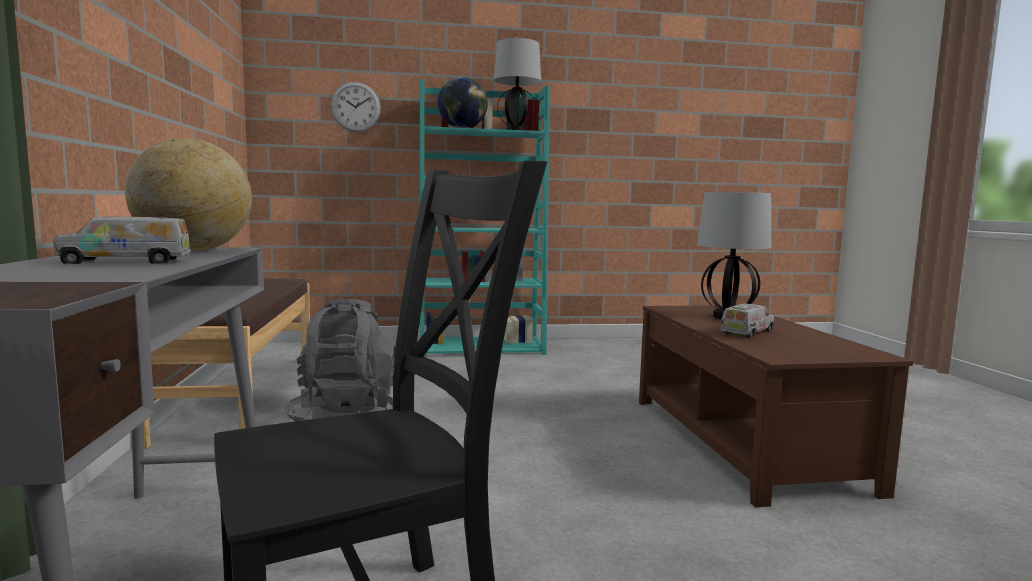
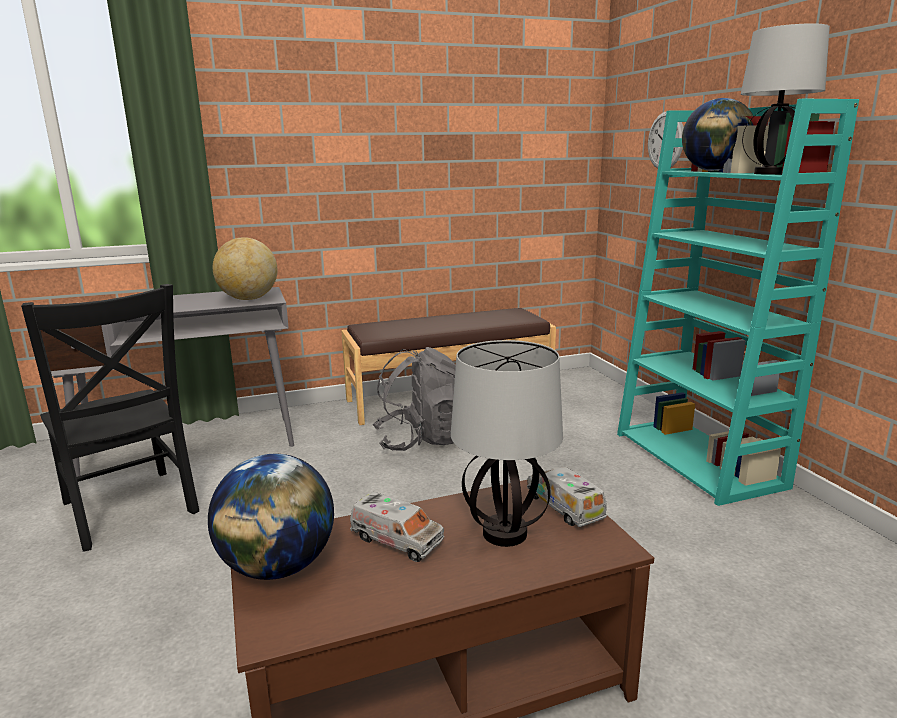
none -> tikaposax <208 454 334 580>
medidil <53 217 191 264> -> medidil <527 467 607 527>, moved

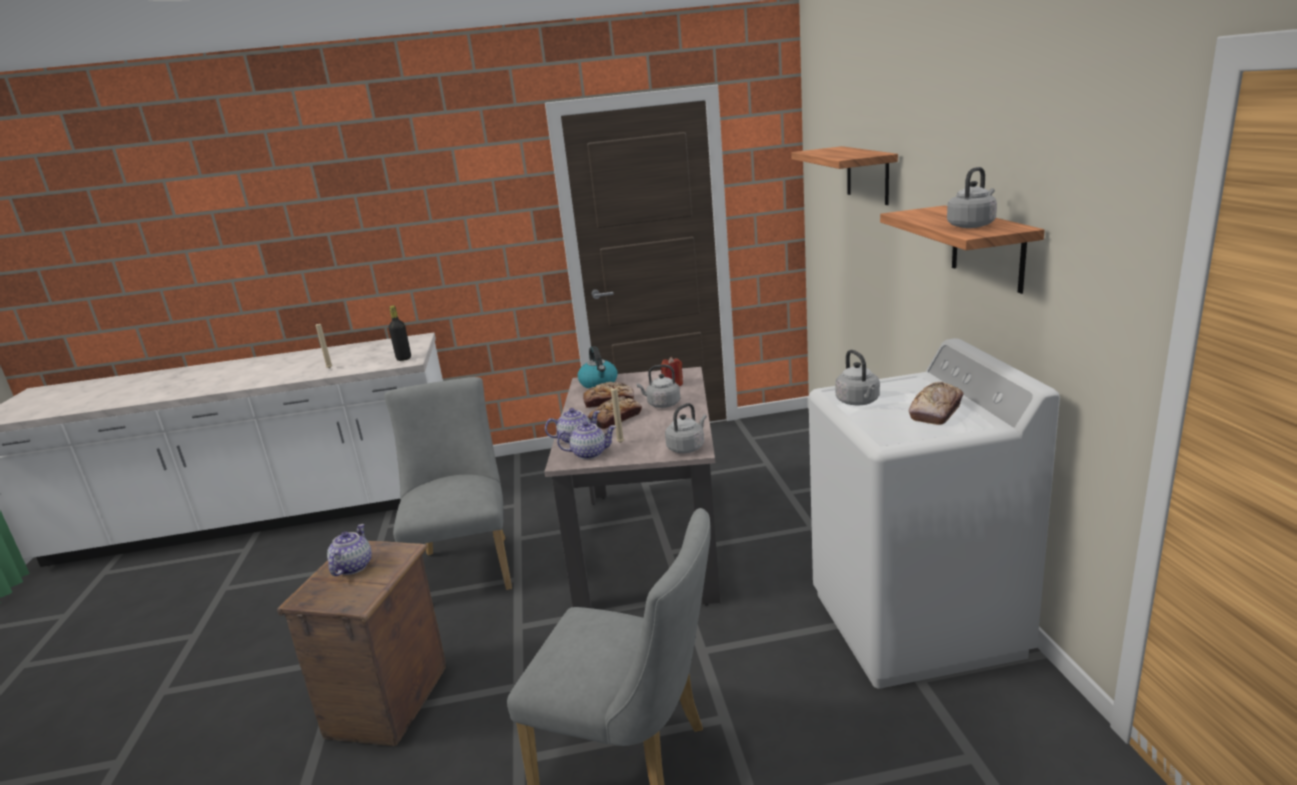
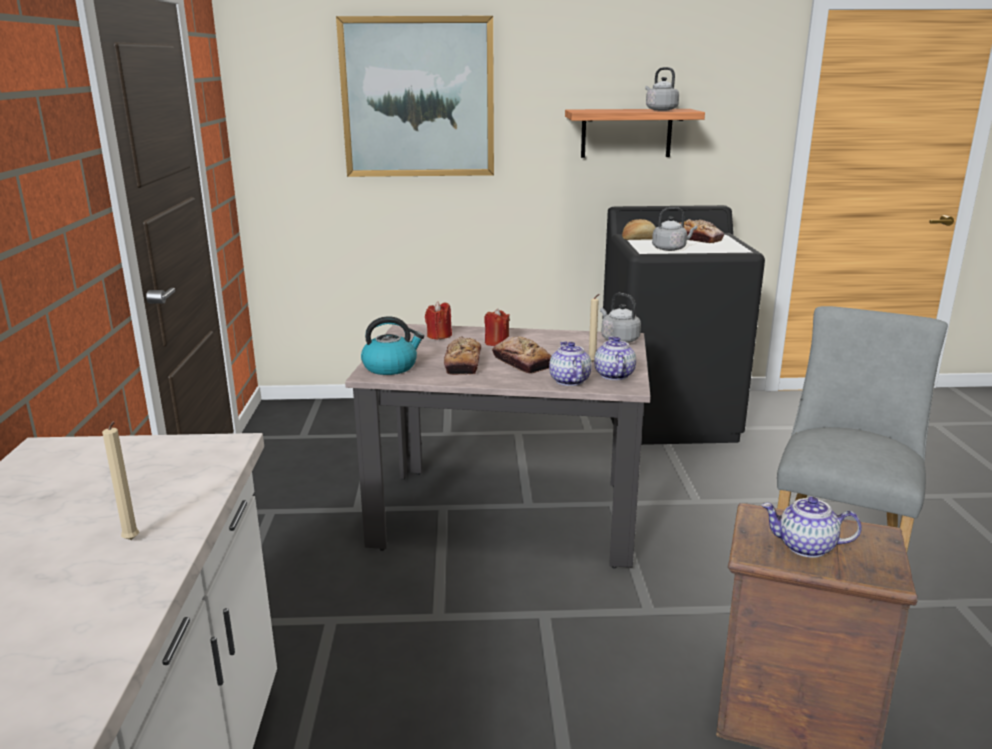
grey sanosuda <385 377 512 590> -> none
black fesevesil <389 305 411 361> -> none
none -> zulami <622 219 656 240>
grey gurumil <636 365 680 408> -> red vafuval <484 309 510 346>
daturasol <791 146 898 205> -> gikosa <336 16 494 177>
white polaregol <808 338 1060 688> -> black polaregol <602 205 765 445>

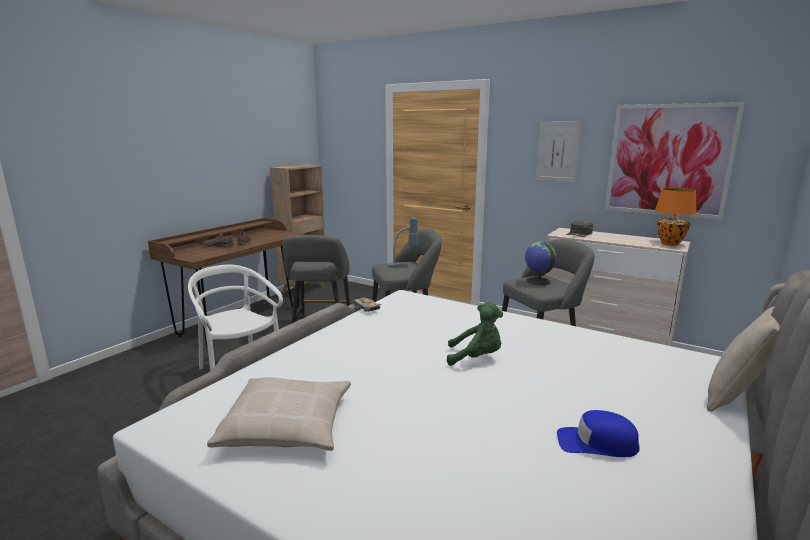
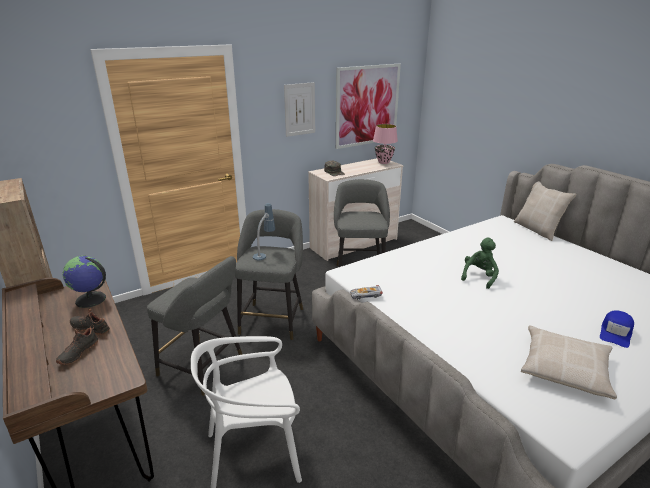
tikaposax <525 241 557 286> -> tikaposax <63 256 106 308>, moved
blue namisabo <557 410 640 457> -> blue namisabo <600 310 634 348>, moved
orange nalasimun <655 188 697 246> -> pink nalasimun <373 124 398 164>

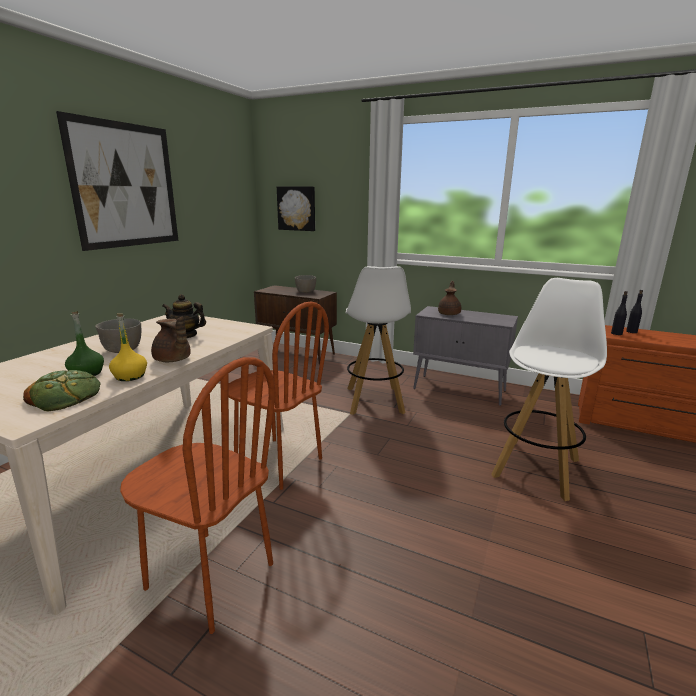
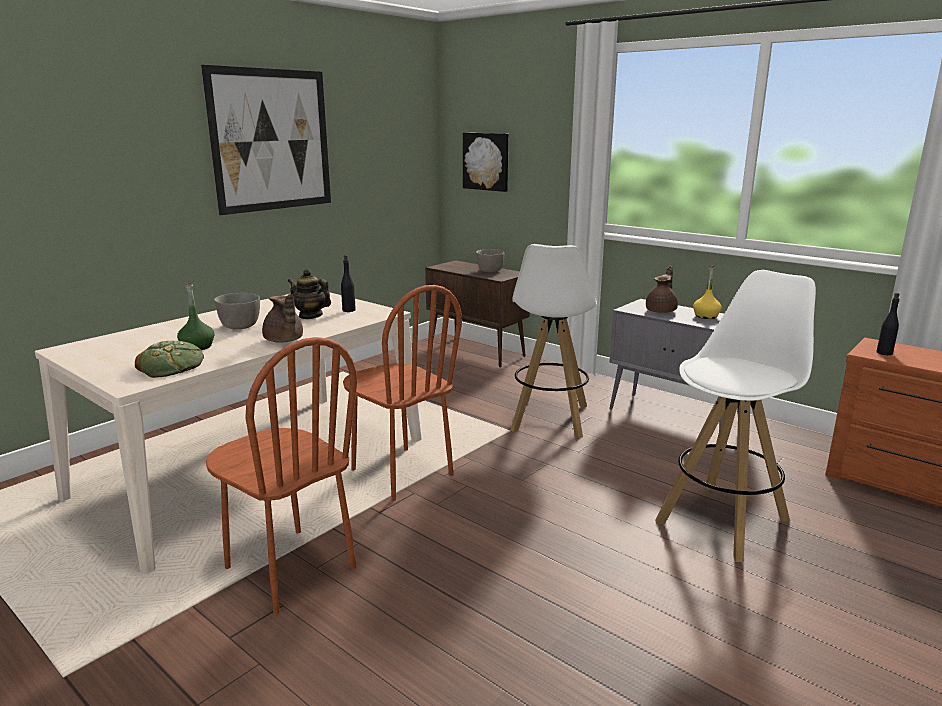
yellow fesevesil <109 313 147 381> -> yellow fesevesil <693 265 722 319>, moved
black fesevesil <626 290 643 333> -> black fesevesil <341 255 356 312>, moved

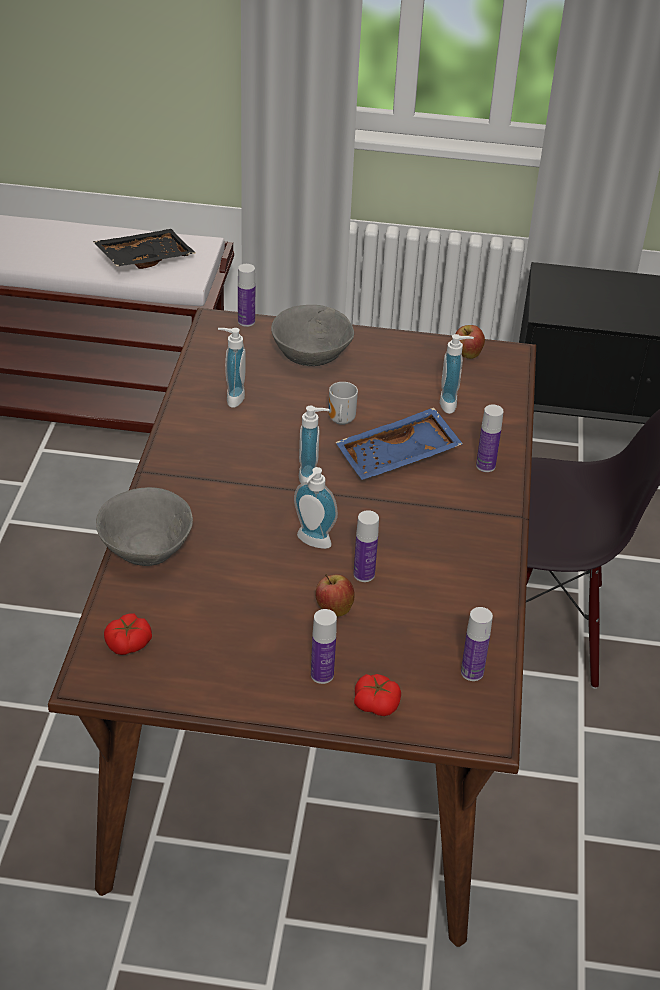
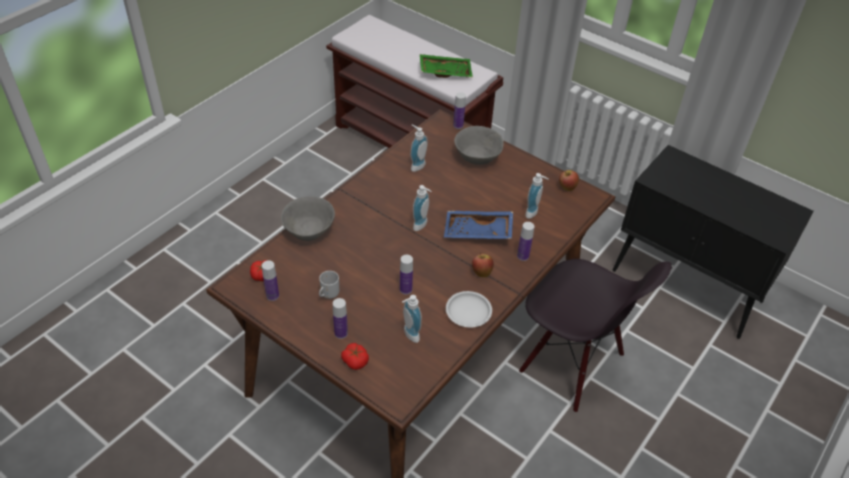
none -> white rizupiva <446 291 492 328>
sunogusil <294 467 338 549> -> sunogusil <402 295 422 343>, moved
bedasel <316 574 355 617> -> bedasel <472 252 494 277>, moved
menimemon <329 382 358 425> -> menimemon <319 271 339 299>, moved
fesevesil <461 607 493 681> -> fesevesil <262 260 279 301>, moved
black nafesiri <93 229 195 269> -> green nafesiri <420 54 473 78>

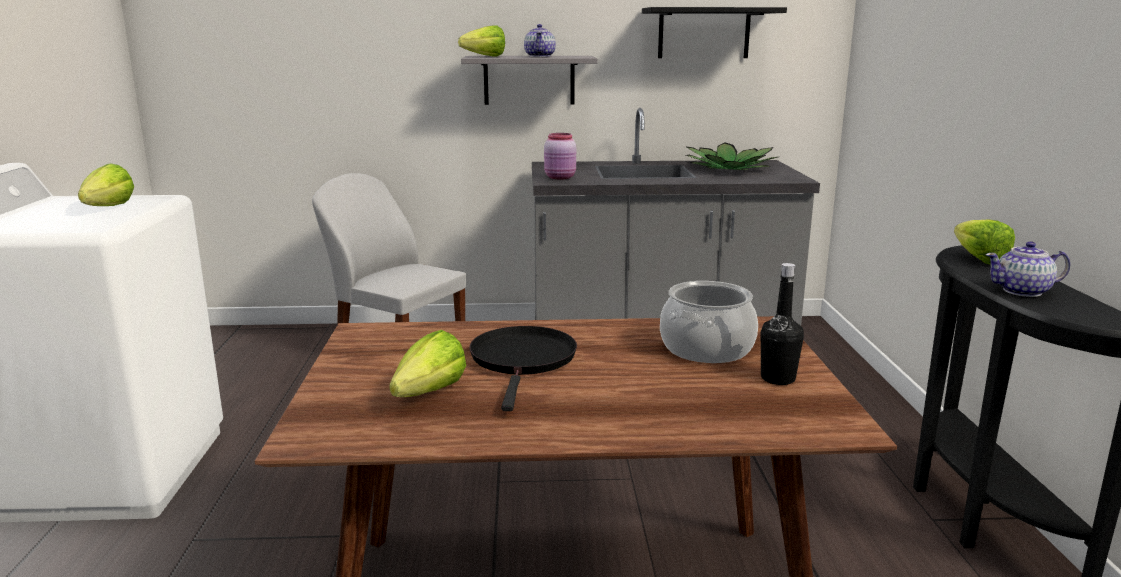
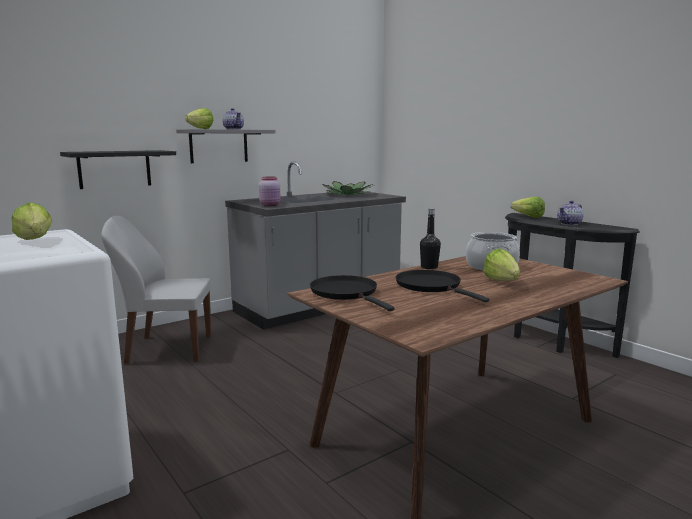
none -> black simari <310 275 395 311>
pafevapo <389 330 466 397> -> pafevapo <483 249 520 281>, moved
black daturasol <642 7 787 58> -> black daturasol <60 150 176 189>, moved
black fesevesil <761 263 804 385> -> black fesevesil <420 208 441 269>, moved

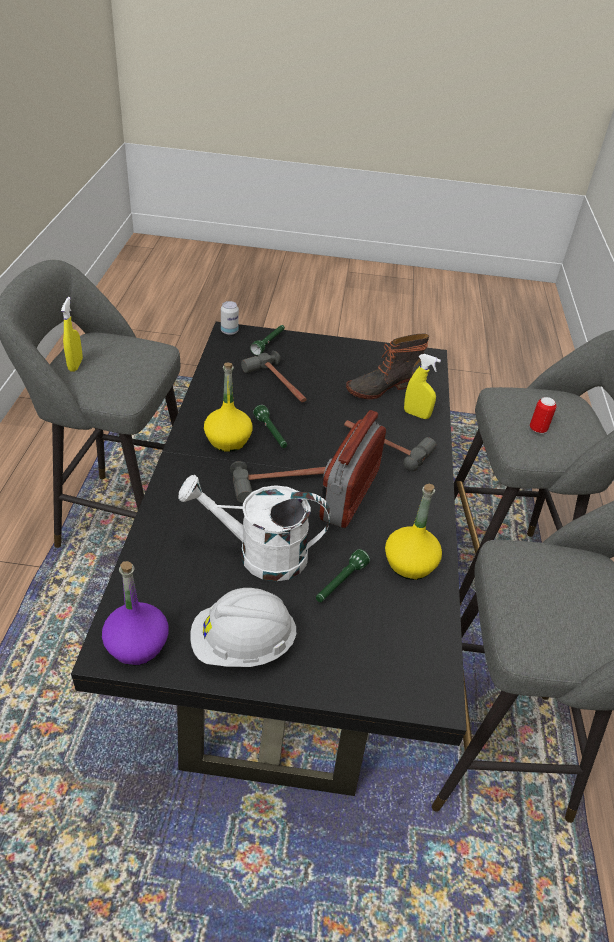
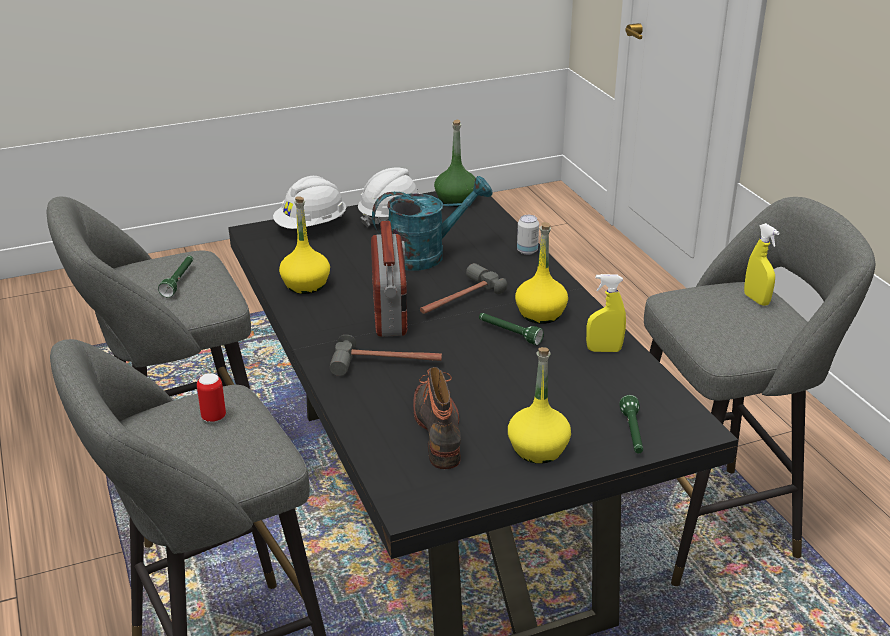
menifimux <241 351 307 403> -> none
none -> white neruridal <273 176 346 229>
none -> yellow fesevesil <508 347 571 464>
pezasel <221 301 239 335> -> pezasel <517 215 539 255>, moved
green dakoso <316 549 370 602> -> green dakoso <158 256 193 297>, moved
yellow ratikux <404 354 441 419> -> yellow ratikux <586 274 626 352>, moved
purple fesevesil <102 561 169 666> -> green fesevesil <434 120 476 207>
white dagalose <179 475 330 581> -> turquoise dagalose <372 176 493 270>
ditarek <346 333 430 399> -> ditarek <413 367 461 469>, 45 degrees counterclockwise

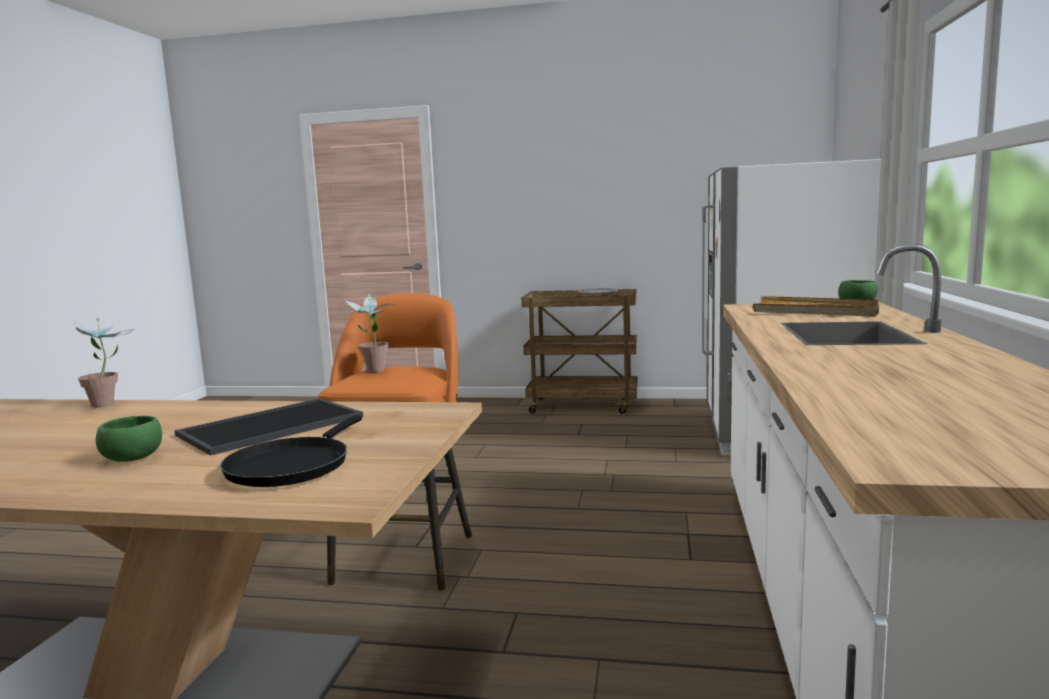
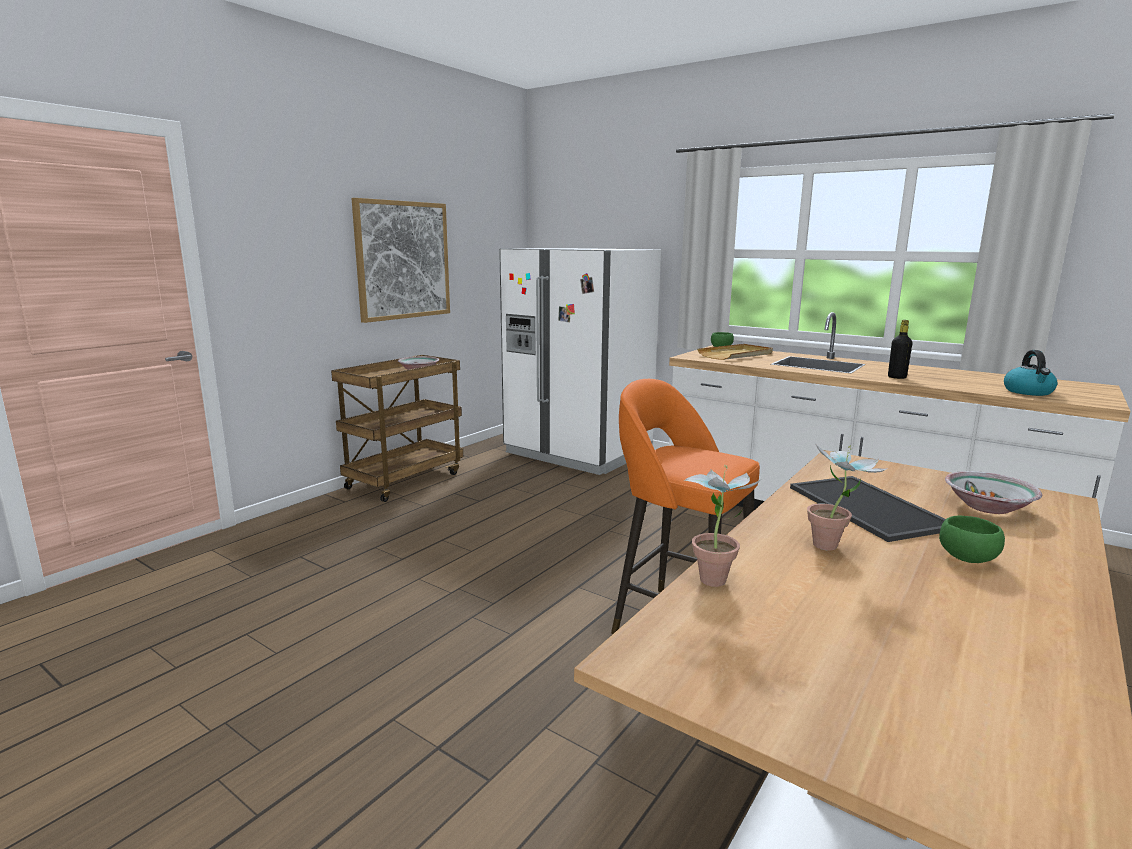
none -> gikosa <352 198 450 323>
none -> black fesevesil <888 320 912 379>
none -> gurumil <1004 350 1057 396>
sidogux <345 293 395 372> -> sidogux <807 445 888 550>, moved
black simari <220 415 362 487> -> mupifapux <945 471 1042 514>

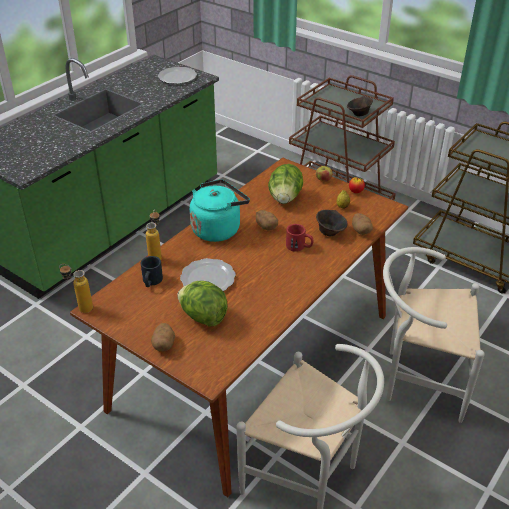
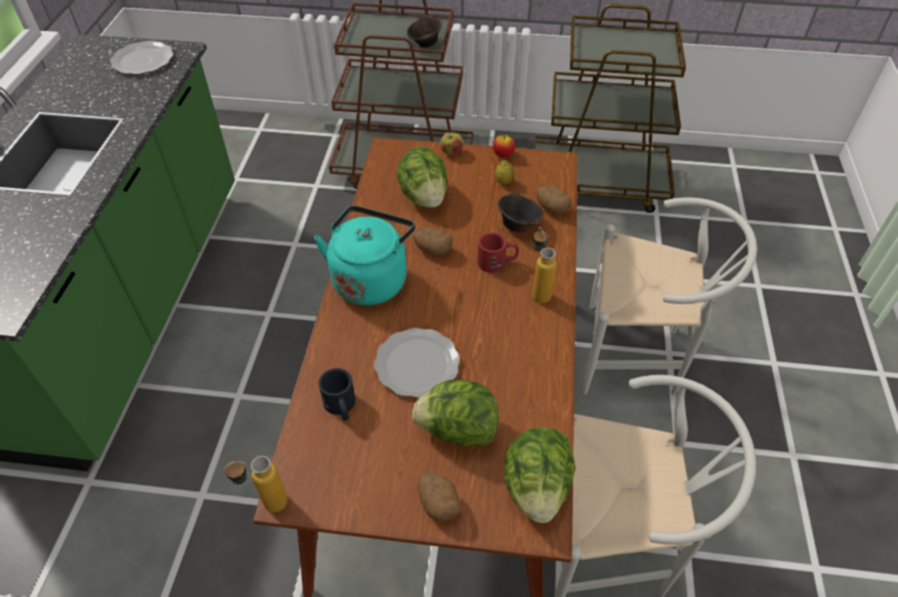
none -> pafevapo <504 427 576 523>
fesevesil <146 209 162 260> -> fesevesil <532 227 557 304>, moved
white sanosuda <383 247 485 423> -> white sanosuda <582 197 757 395>, 150 degrees counterclockwise

